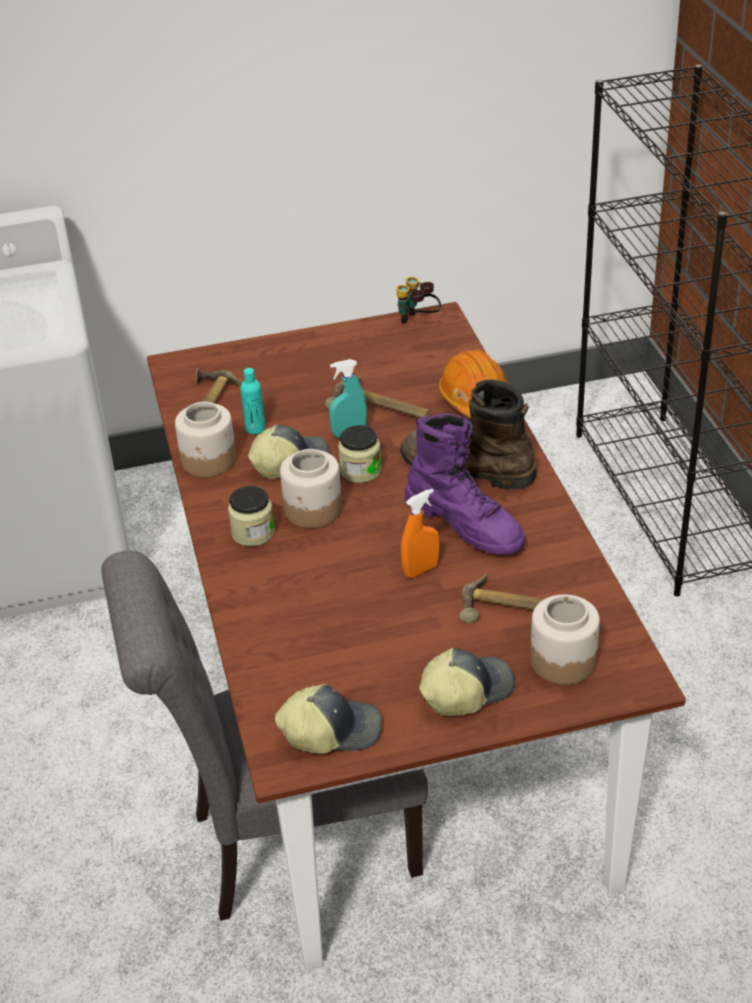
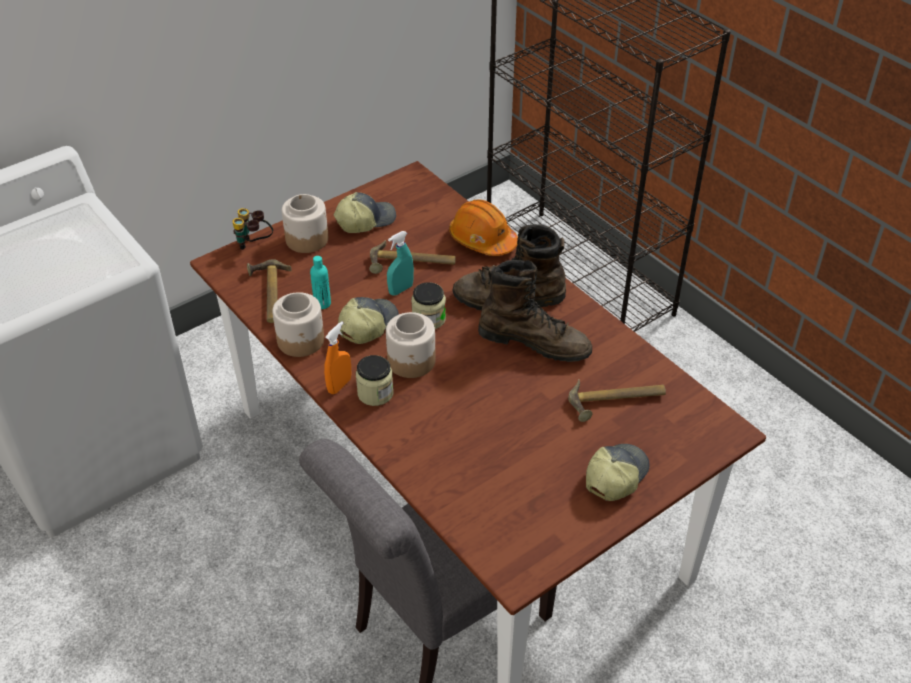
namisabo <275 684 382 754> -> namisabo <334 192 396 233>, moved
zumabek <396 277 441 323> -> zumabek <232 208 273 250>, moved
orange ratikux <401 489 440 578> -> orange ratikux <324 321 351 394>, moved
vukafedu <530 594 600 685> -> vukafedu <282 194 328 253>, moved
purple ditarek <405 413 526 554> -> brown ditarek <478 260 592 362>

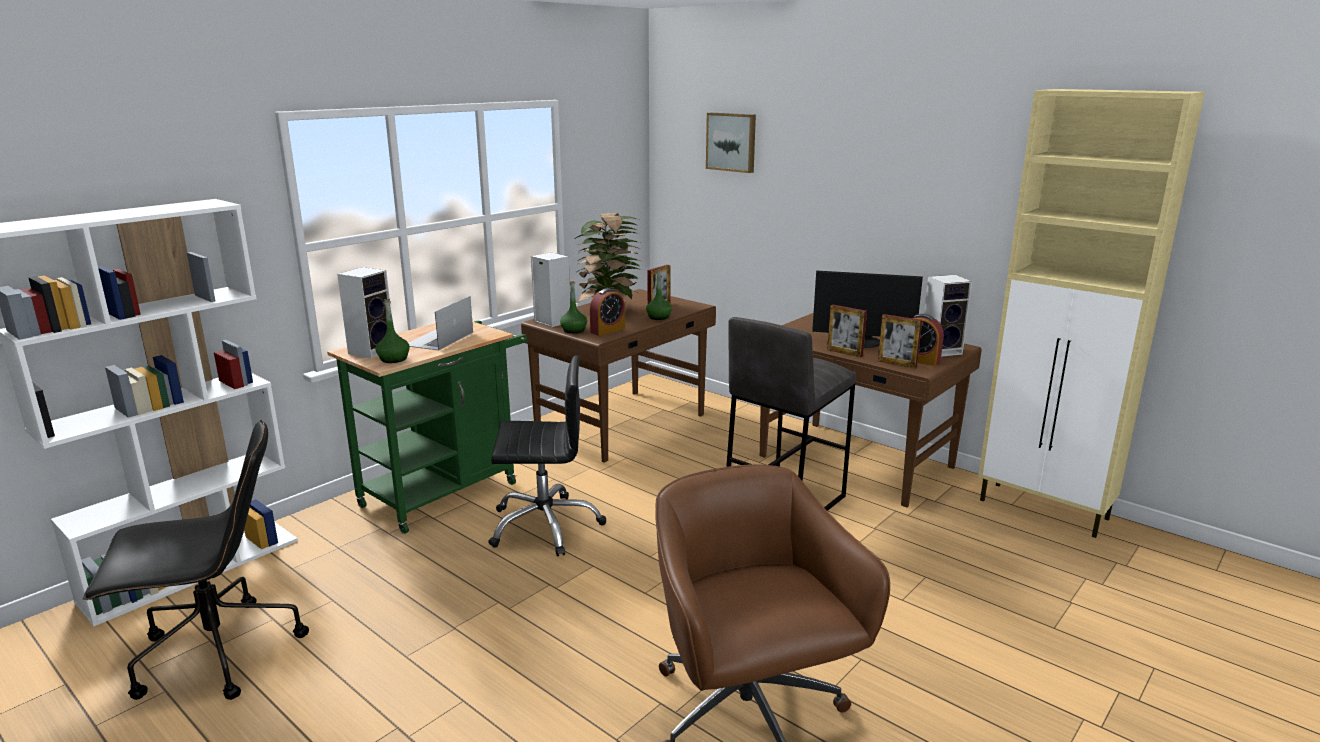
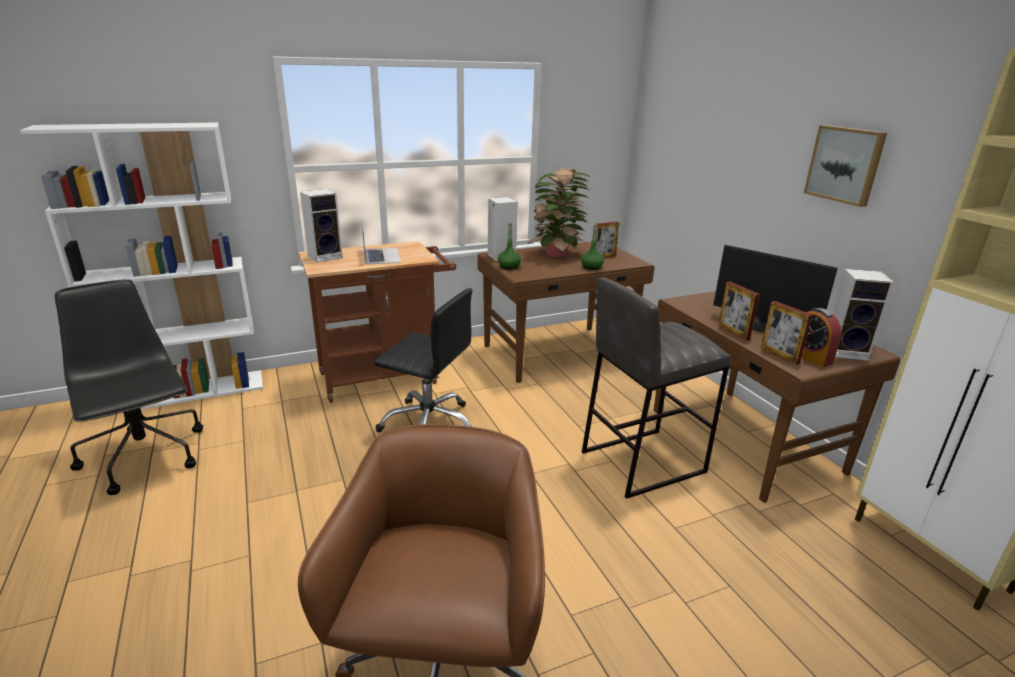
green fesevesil <375 299 410 363> -> none
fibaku <590 288 625 336> -> none
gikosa <706 113 756 173> -> gikosa <804 125 887 207>, moved
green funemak <327 320 527 534> -> brown funemak <299 241 456 403>
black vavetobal <83 420 309 700> -> black vavetobal <55 279 203 495>, 135 degrees counterclockwise
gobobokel <409 296 473 351> -> gobobokel <361 219 401 265>, 120 degrees clockwise

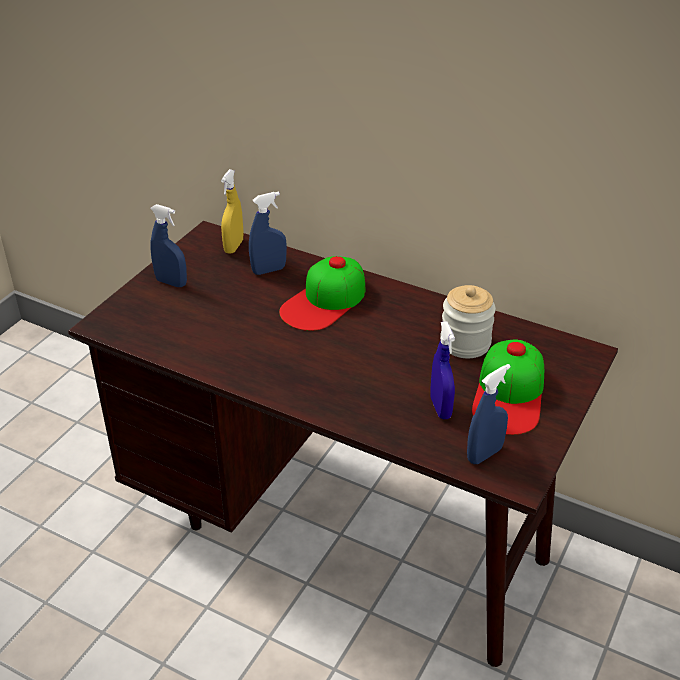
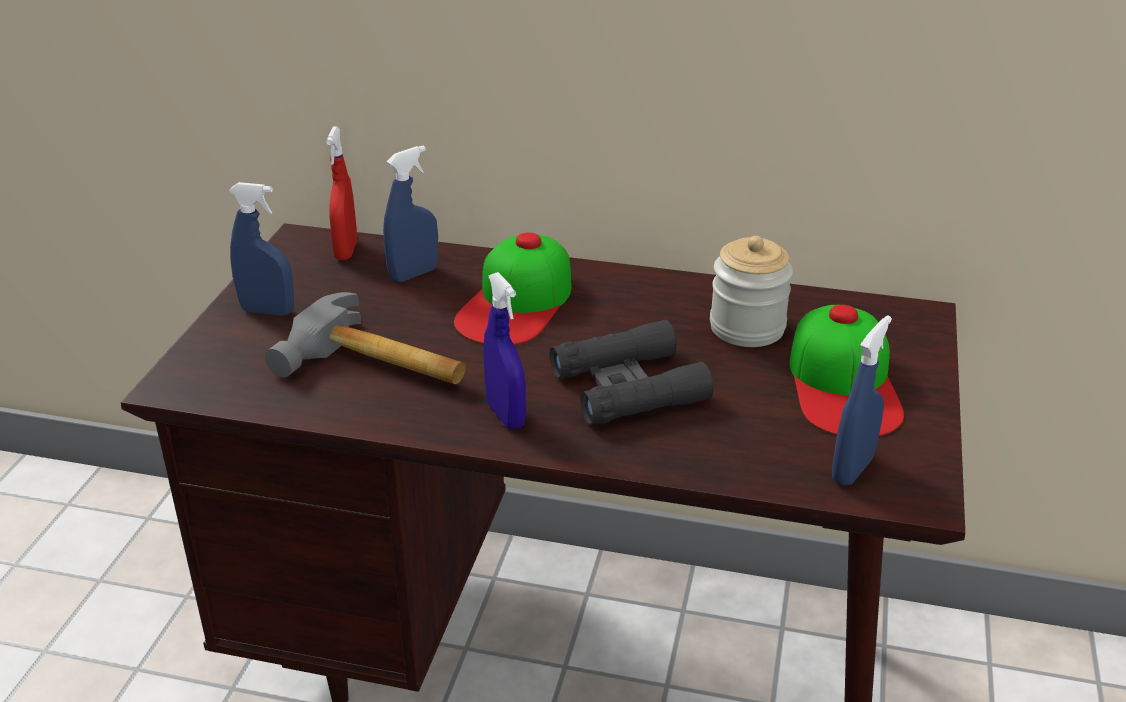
none -> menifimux <265 292 466 384>
none -> black zumabek <550 320 714 424>
blue ratikux <430 321 455 419> -> blue ratikux <483 272 526 429>, moved
yellow ratikux <221 169 243 254> -> red ratikux <326 126 357 260>

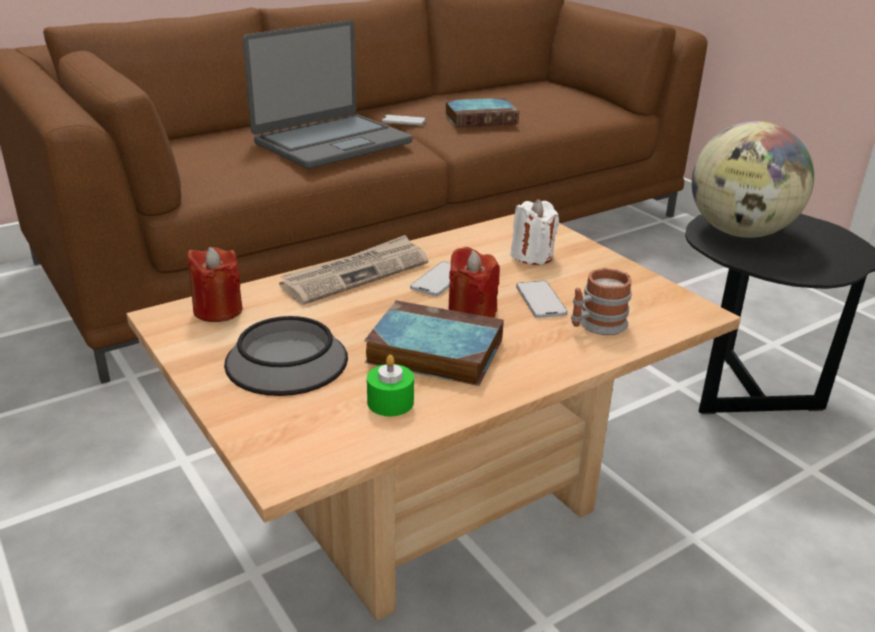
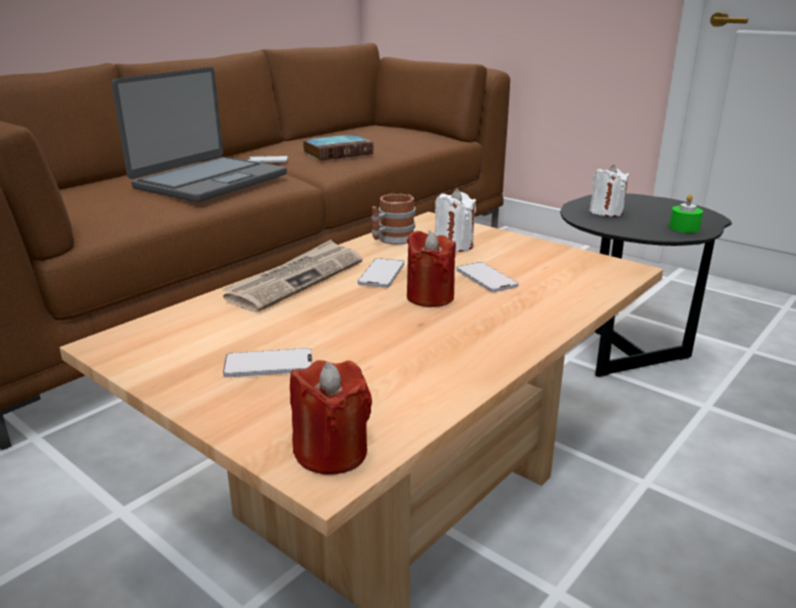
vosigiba <364 300 504 386> -> none
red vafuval <188 247 242 322> -> red vafuval <290 360 372 475>, moved
green vafuval <367 355 414 416> -> green vafuval <669 194 703 233>, moved
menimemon <571 268 632 335> -> menimemon <372 193 415 244>, moved
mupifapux <224 316 348 396> -> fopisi <223 348 312 377>
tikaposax <691 121 814 238> -> white vafuval <590 164 630 217>

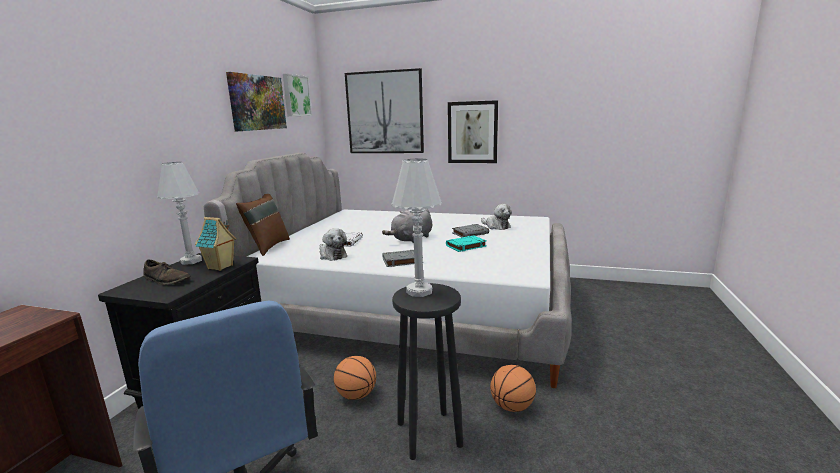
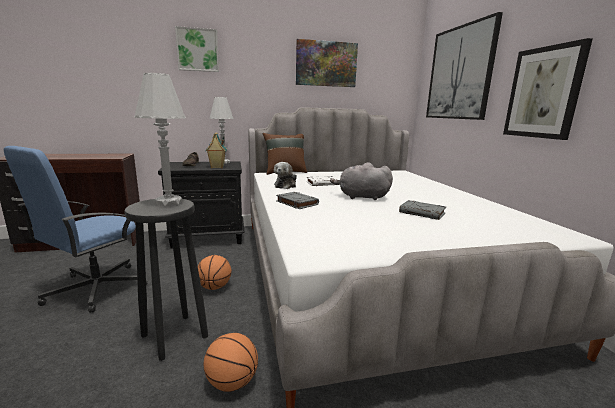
turquoise vosigiba <446 235 487 252> -> none
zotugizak <481 204 512 230> -> none
gikosa <283 74 312 116> -> gikosa <175 26 219 72>, moved

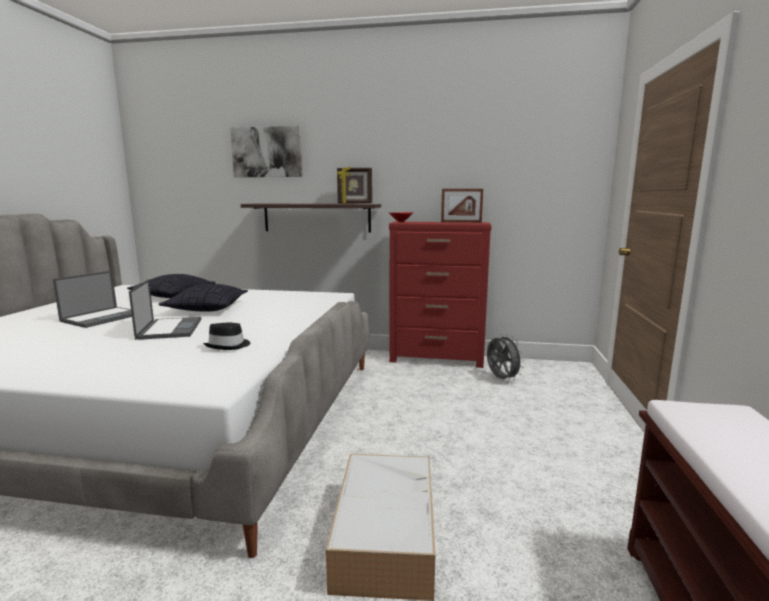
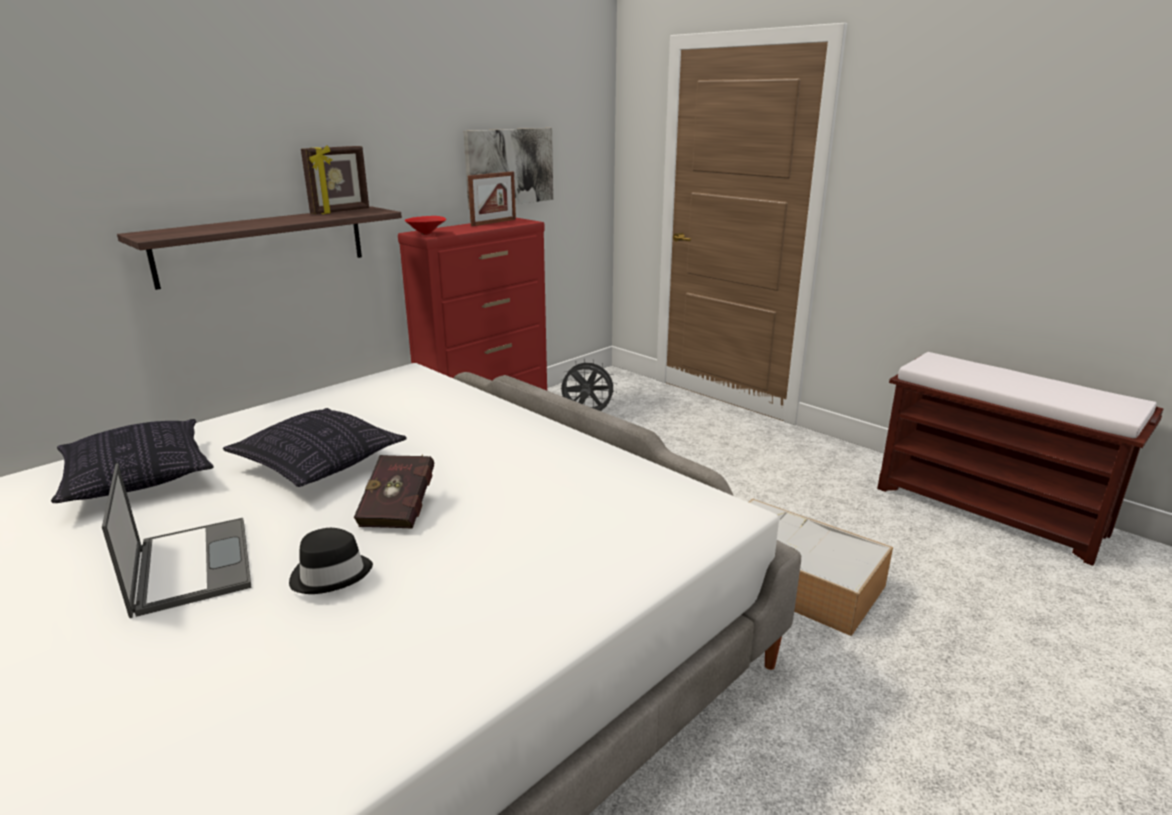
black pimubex <203 323 250 350> -> black pimubex <289 528 373 594>, moved
gikosa <230 126 302 177> -> gikosa <464 128 553 209>, moved
gobobokel <129 279 201 340> -> red vosigiba <354 454 434 529>

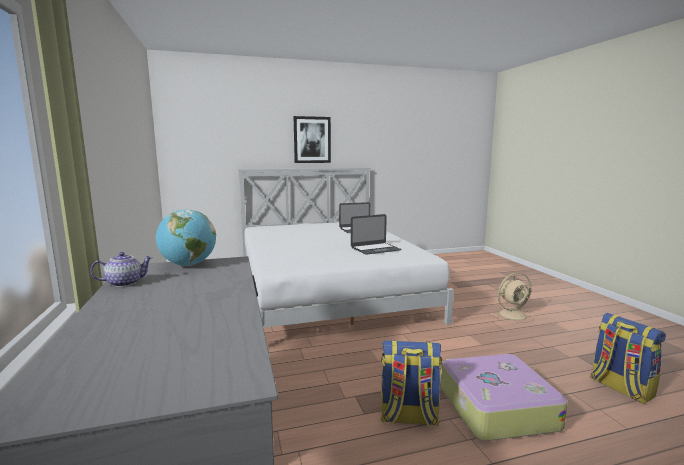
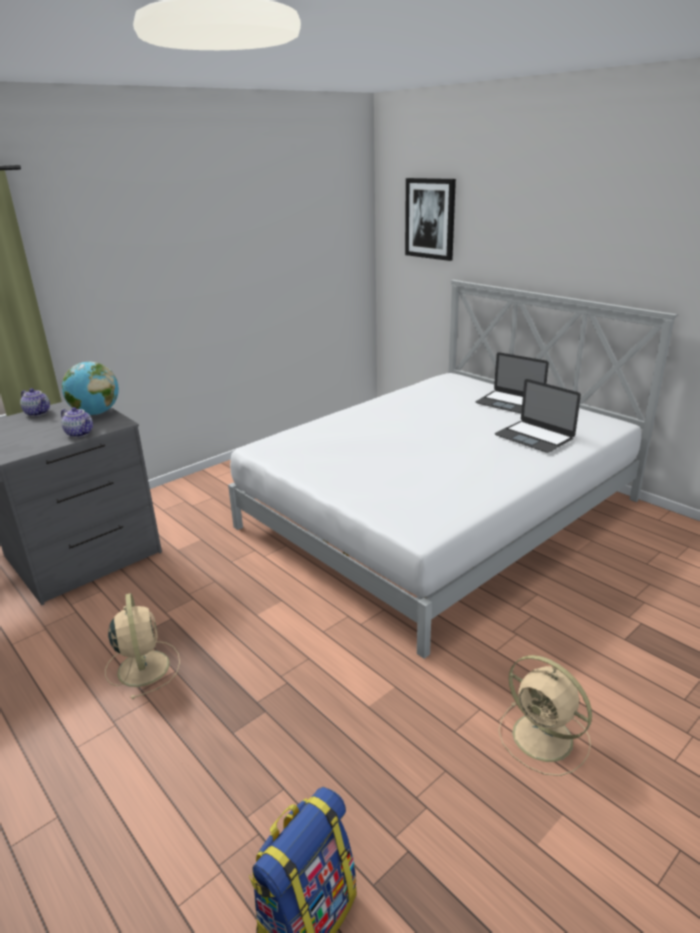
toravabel <440 354 568 441> -> none
none -> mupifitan <61 407 93 438>
gikosa <293 116 331 163> -> gikosa <405 178 456 261>, moved
gobobokel <351 214 401 255> -> gobobokel <476 352 549 413>, moved
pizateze <381 340 442 427> -> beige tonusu <105 593 180 699>

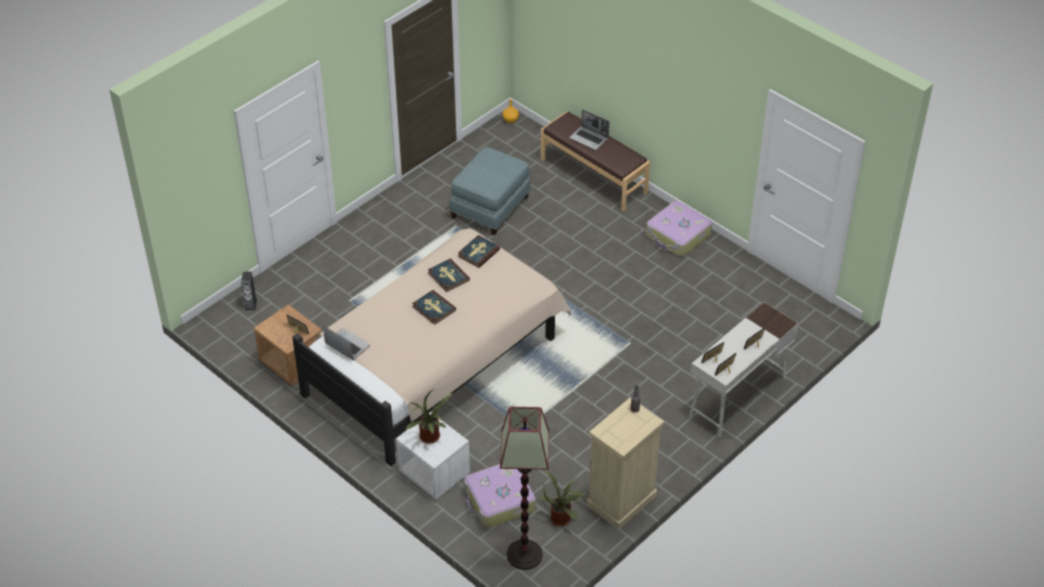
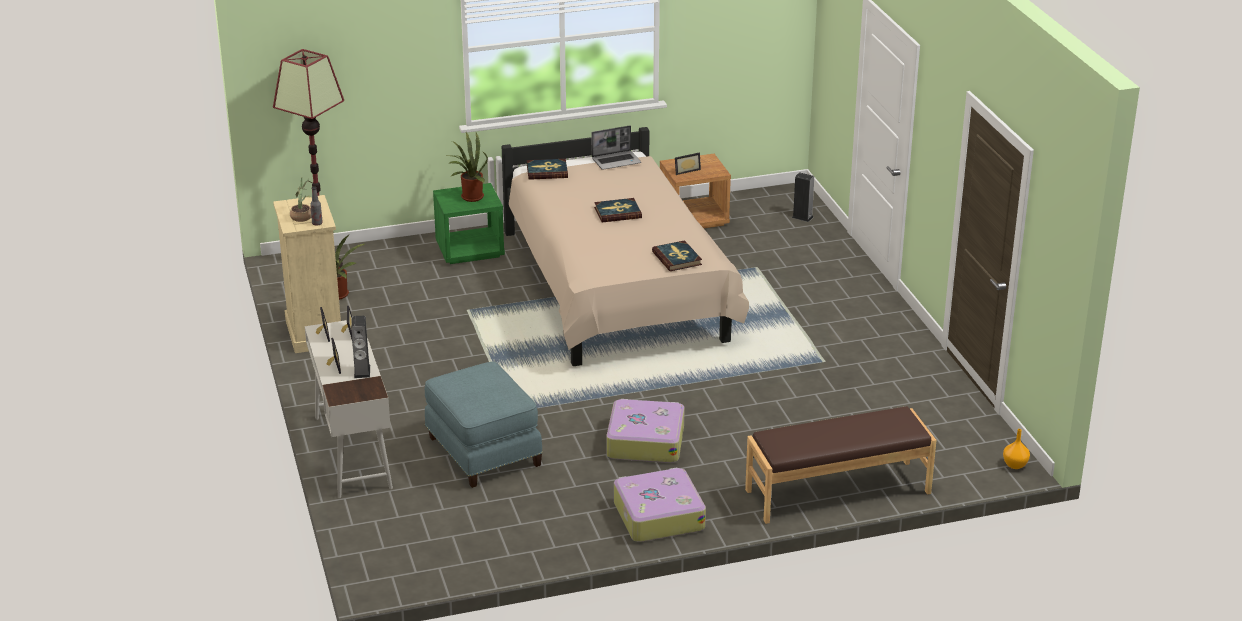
gobobokel <569 109 609 150> -> none
none -> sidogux <290 177 313 222>
none -> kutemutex <351 316 370 378>
vosigiba <428 258 470 292> -> vosigiba <527 159 568 180>, moved
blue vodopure <450 147 531 236> -> blue vodopure <425 362 543 488>, moved
toravabel <464 464 536 528> -> toravabel <606 399 685 463>, moved
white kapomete <396 412 470 500> -> green kapomete <433 183 505 264>

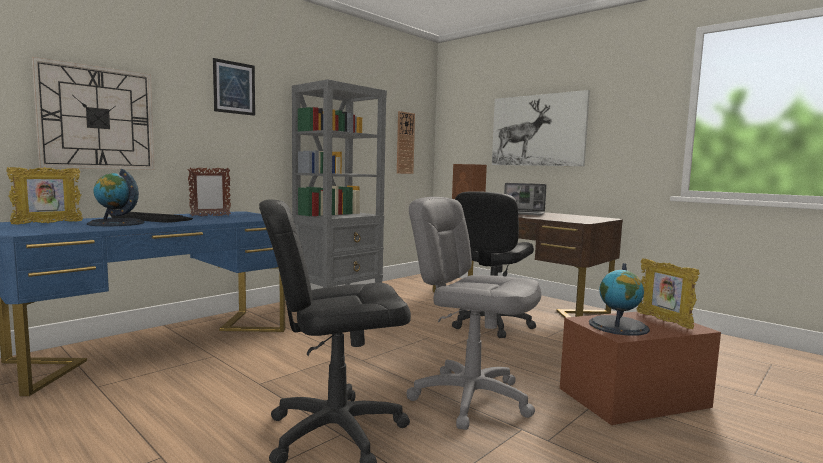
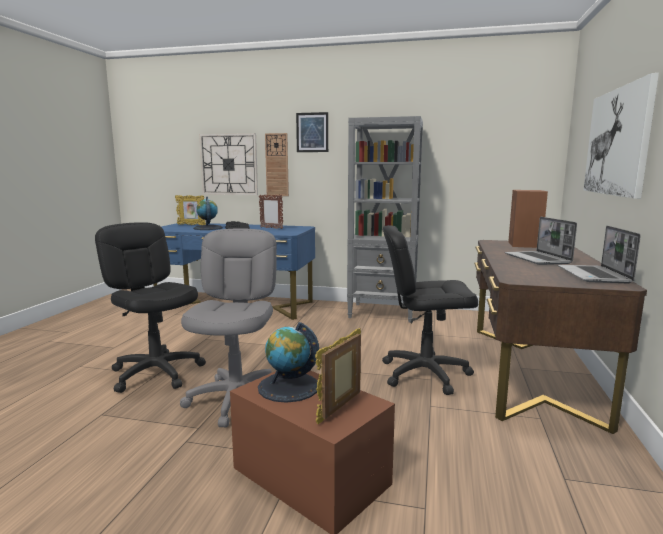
none -> gobobokel <558 226 641 283>
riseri <397 111 415 174> -> riseri <265 133 289 196>, moved

